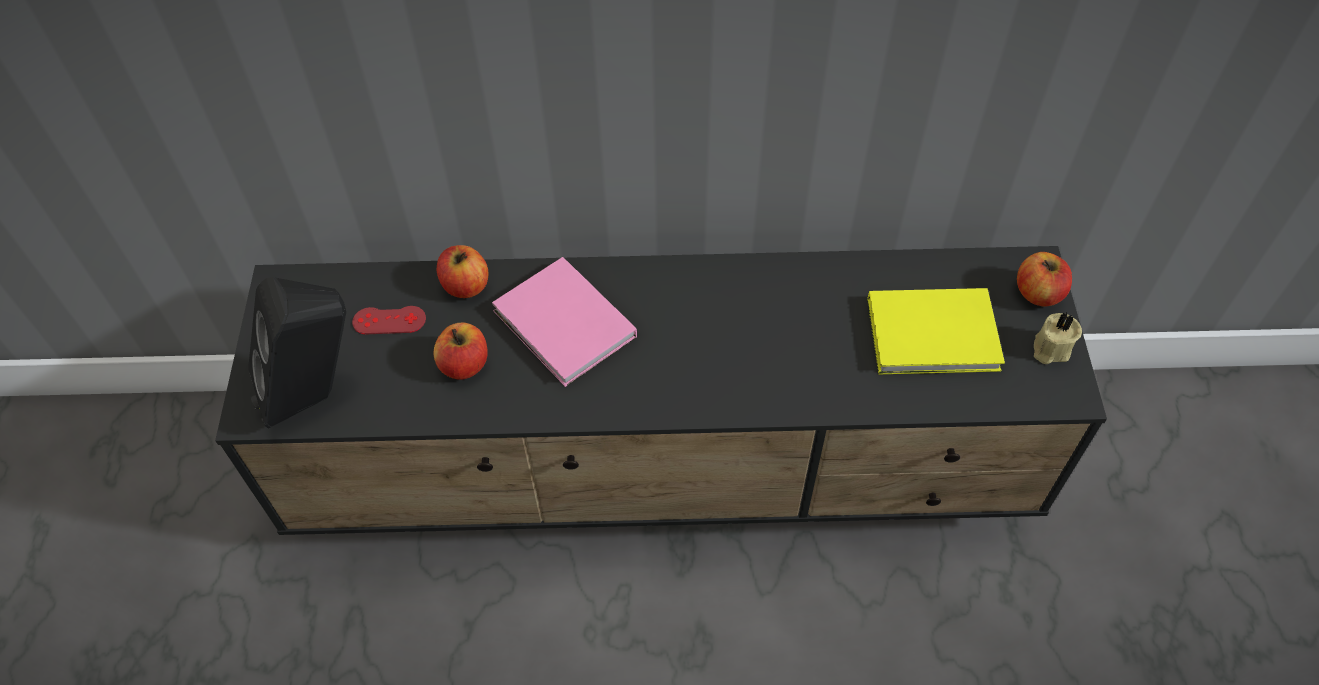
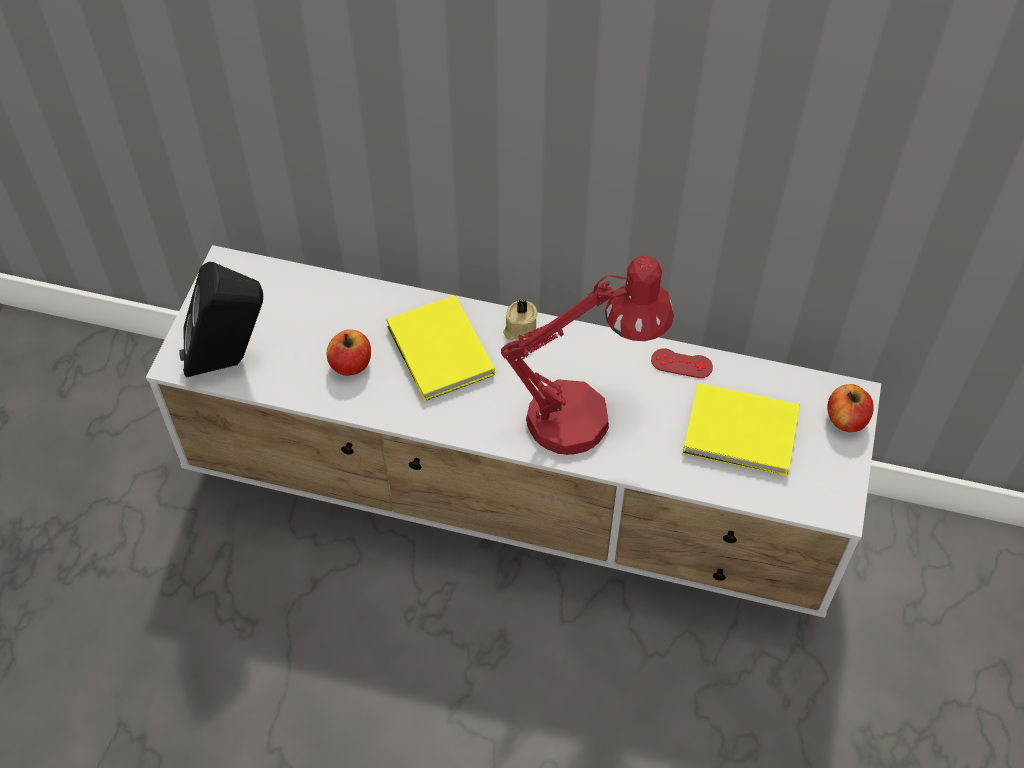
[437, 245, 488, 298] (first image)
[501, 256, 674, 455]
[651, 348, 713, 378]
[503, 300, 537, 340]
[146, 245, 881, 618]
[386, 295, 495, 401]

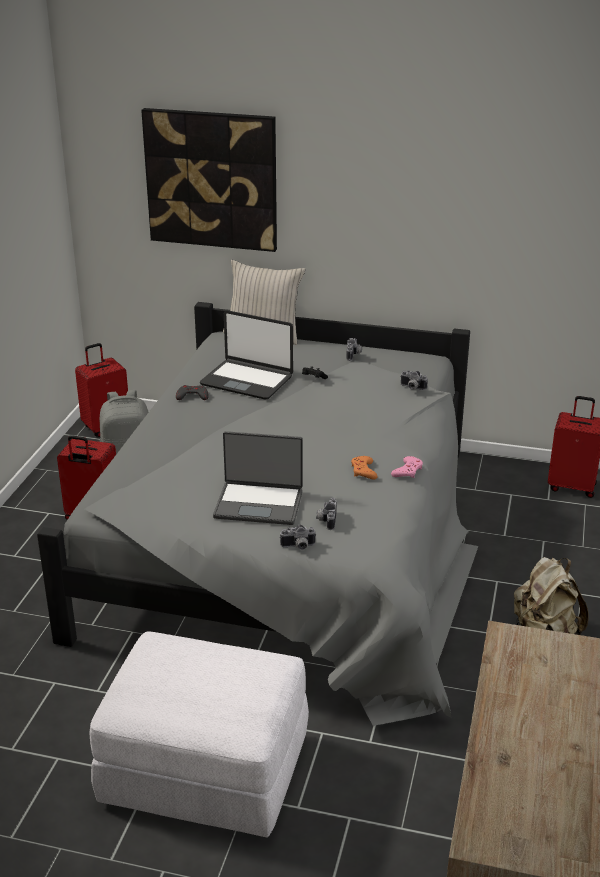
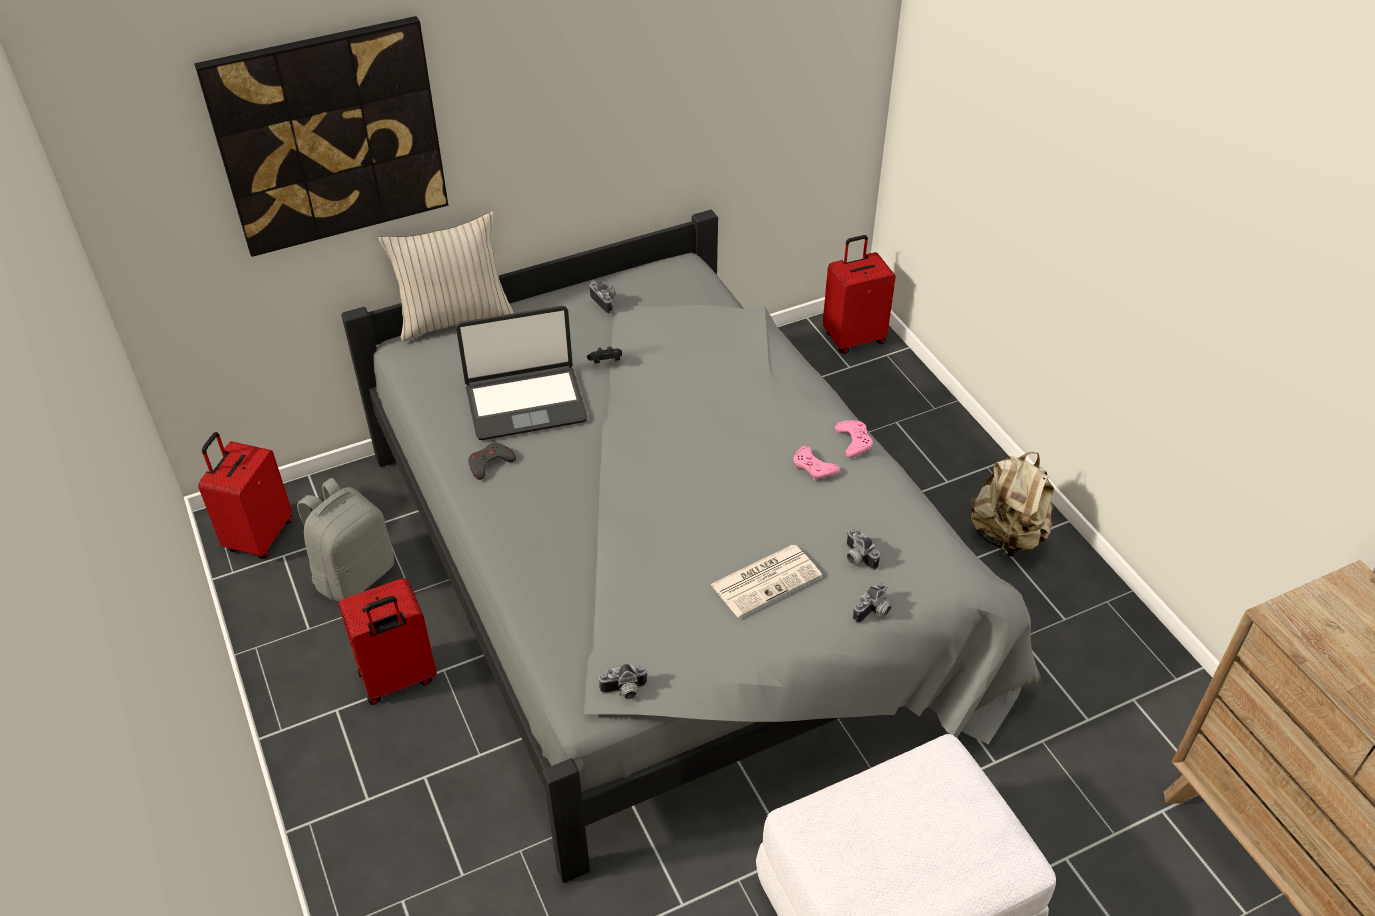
[599, 664, 648, 699]
[711, 545, 822, 618]
[793, 446, 840, 481]

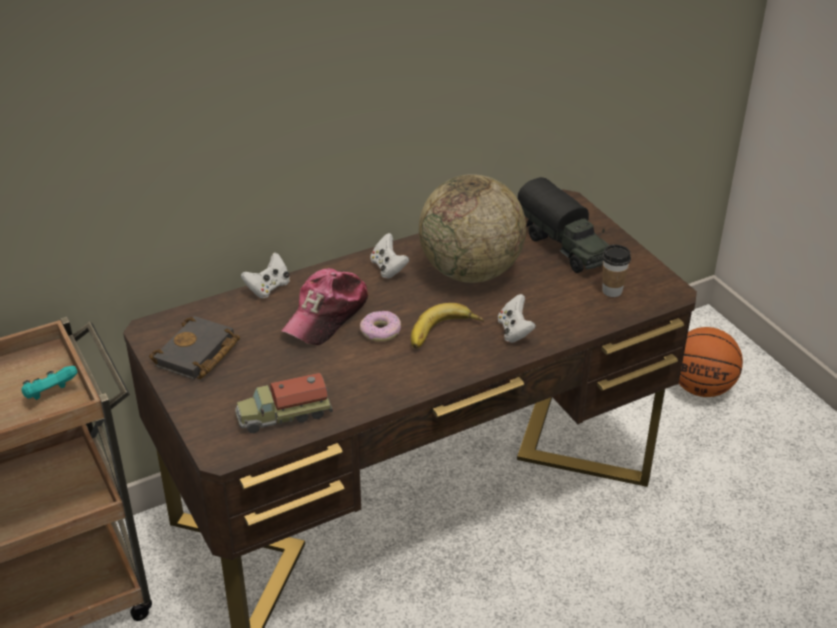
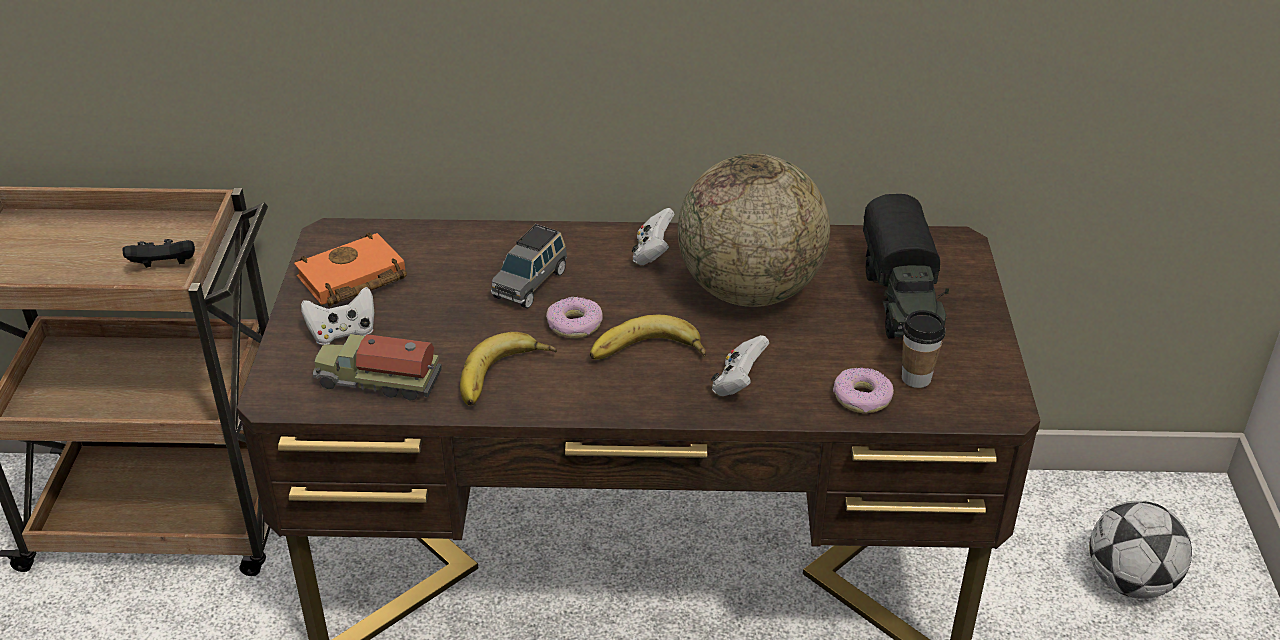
[460, 332, 557, 406]
[833, 367, 894, 413]
[301, 287, 374, 345]
[491, 224, 567, 308]
[1090, 501, 1192, 599]
[122, 239, 195, 268]
[294, 233, 407, 307]

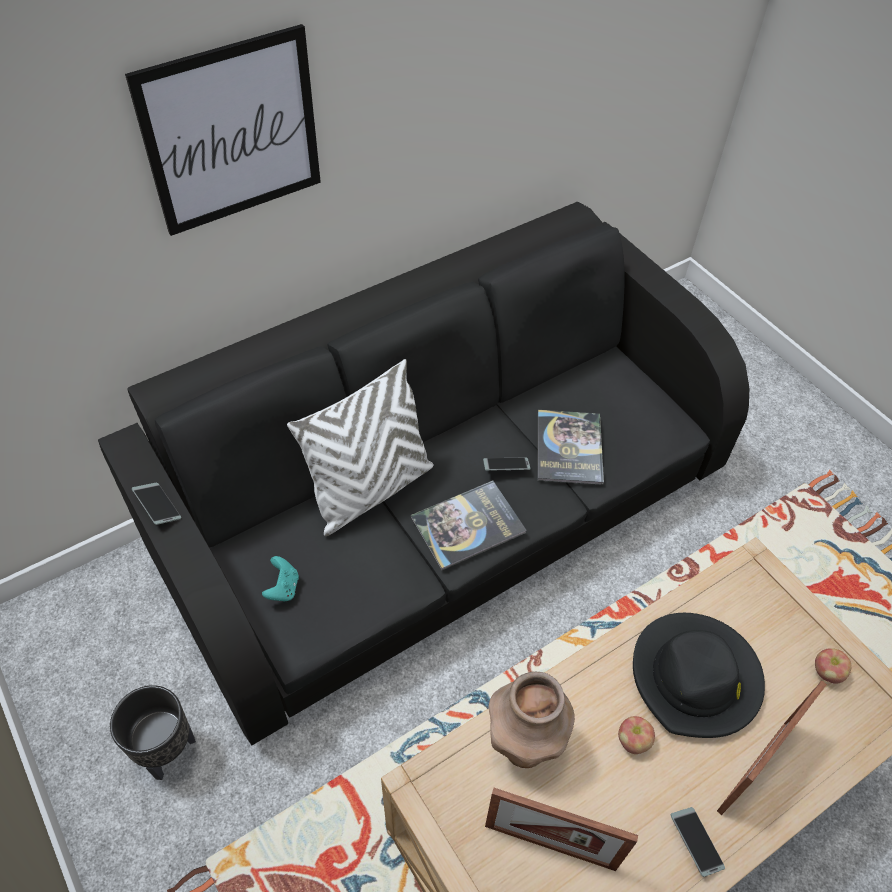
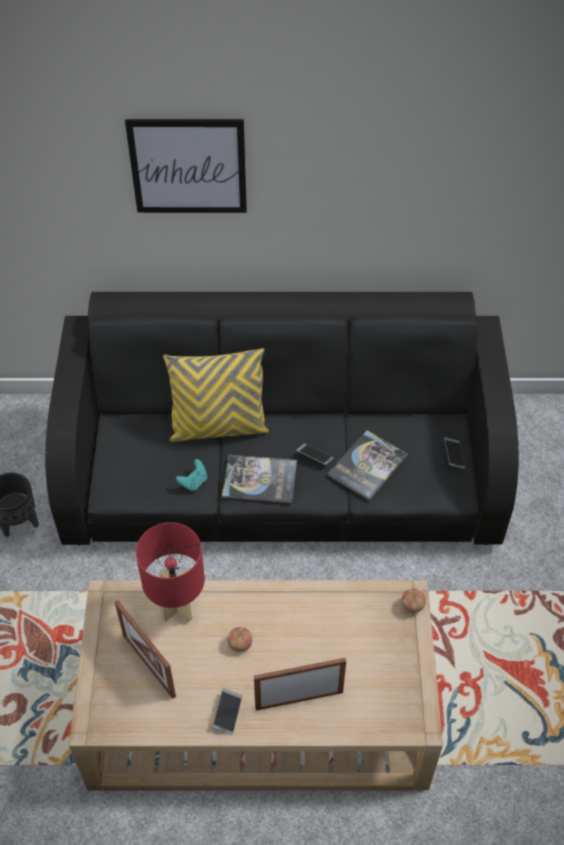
[633, 613, 765, 738] (first image)
[444, 438, 465, 469]
[176, 459, 207, 491]
[402, 589, 426, 613]
[136, 522, 205, 622]
[163, 348, 269, 442]

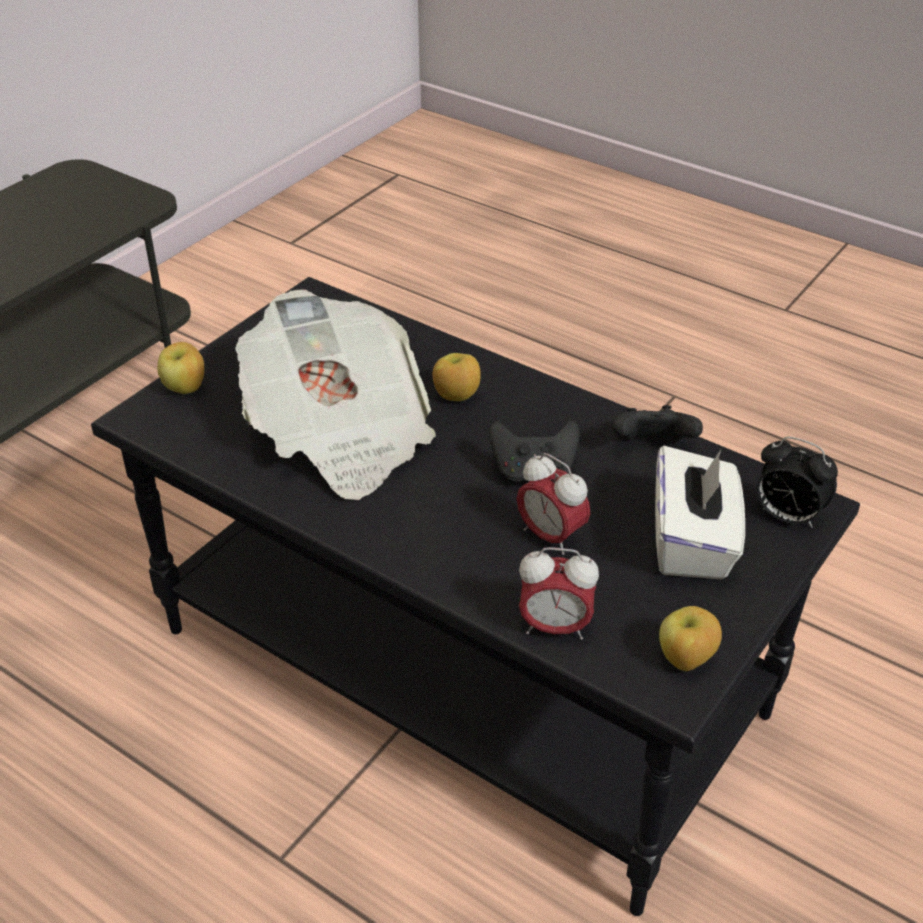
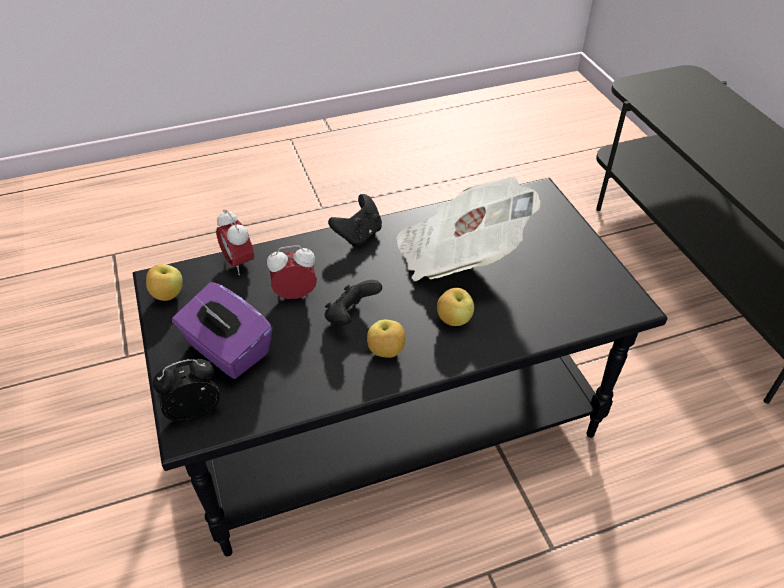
[367, 320, 405, 358]
[328, 194, 382, 247]
[172, 282, 273, 379]
[216, 209, 254, 275]

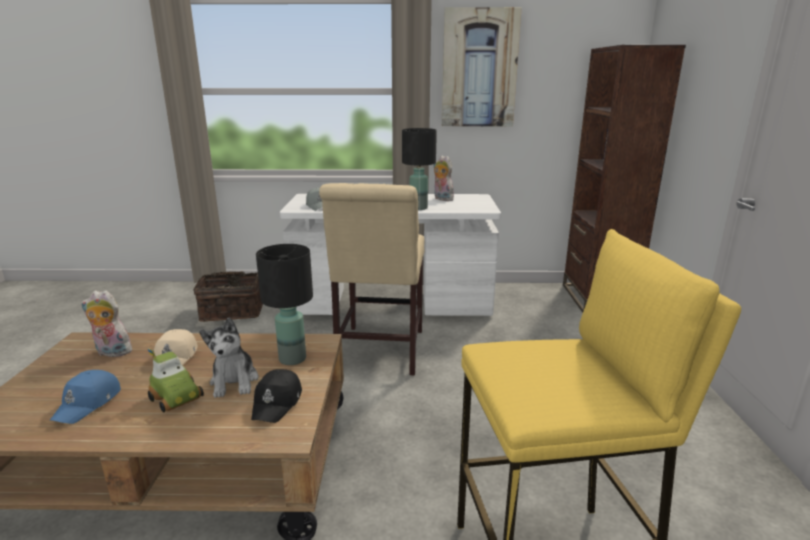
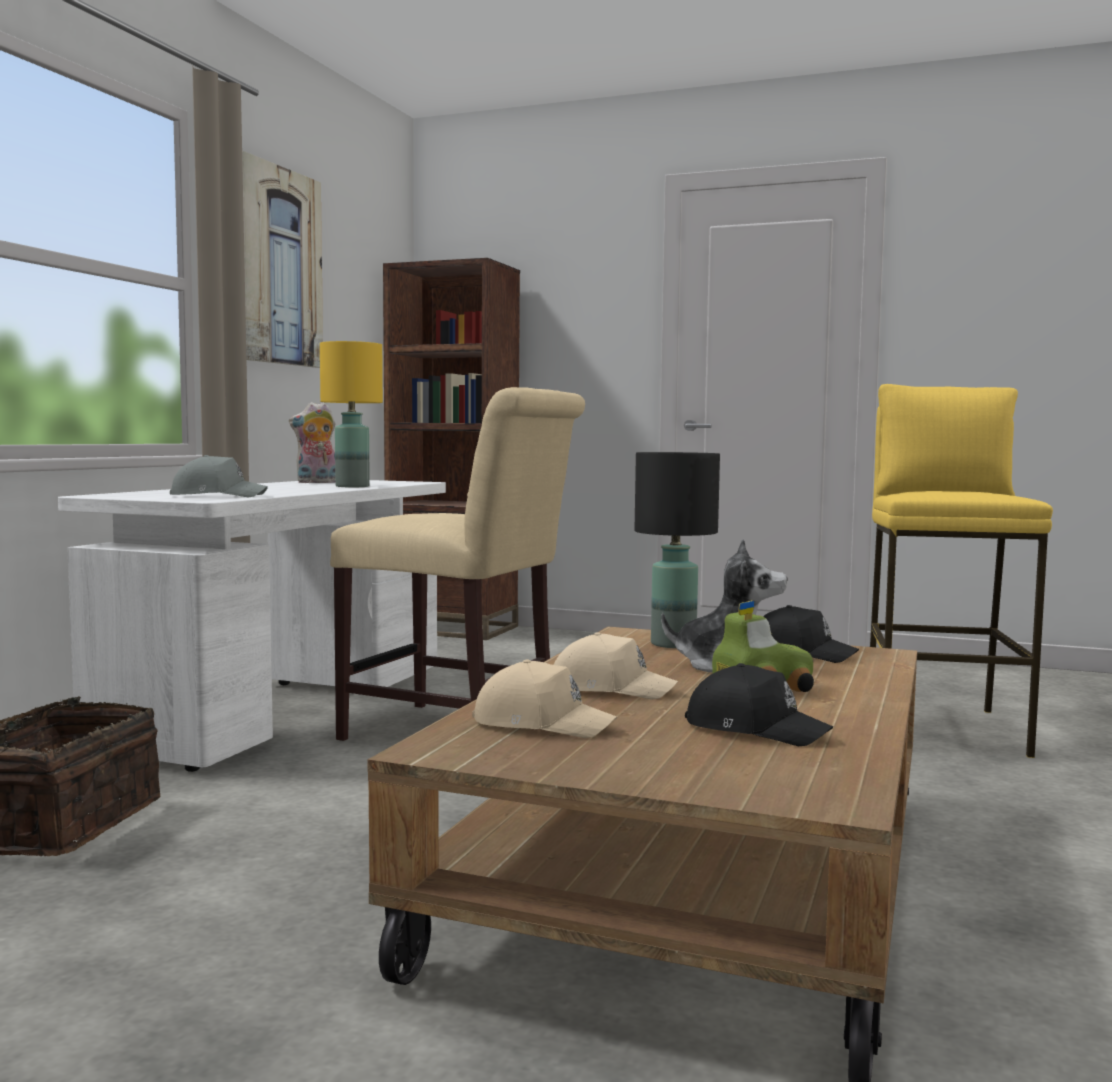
[472, 660, 617, 738]
[685, 663, 833, 746]
[320, 341, 383, 487]

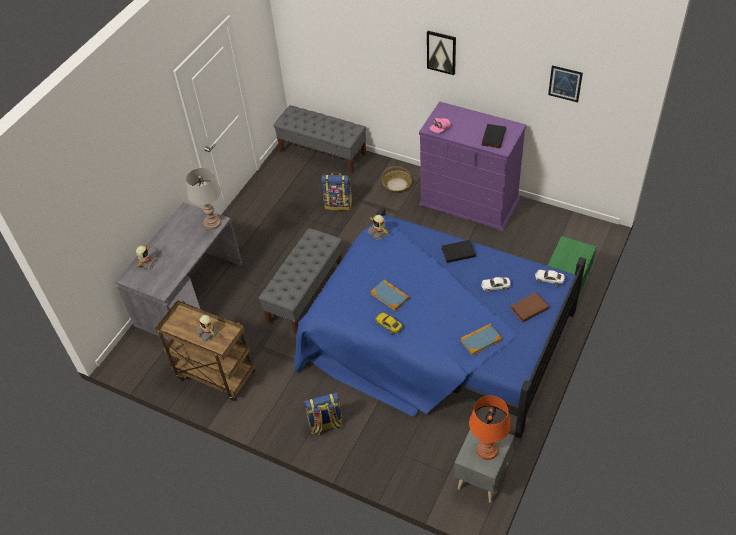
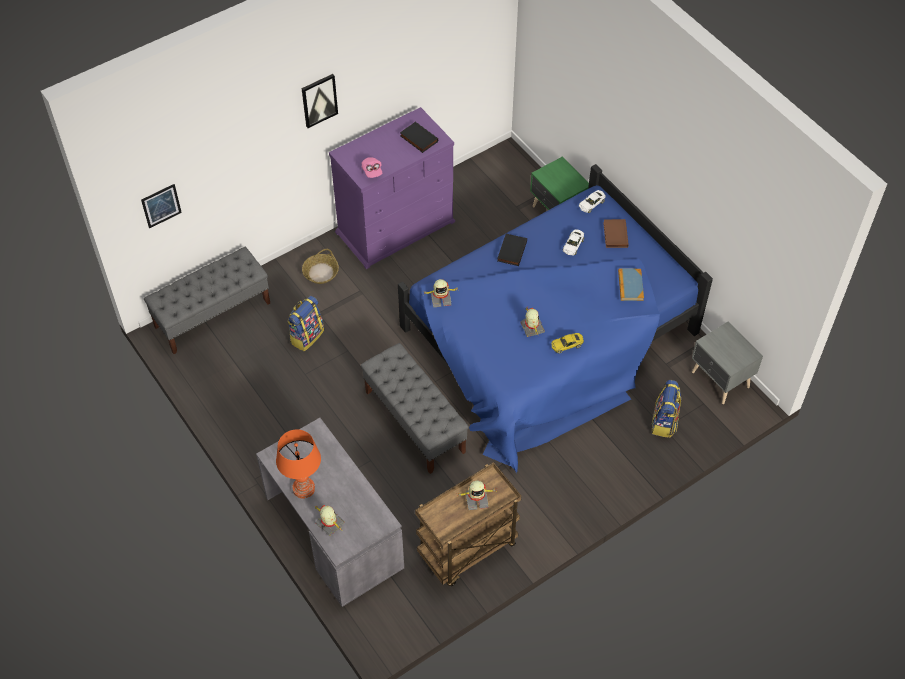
[186, 168, 221, 230] (first image)
[652, 380, 681, 438]
[276, 429, 321, 499]
[141, 184, 182, 228]
[520, 306, 545, 337]

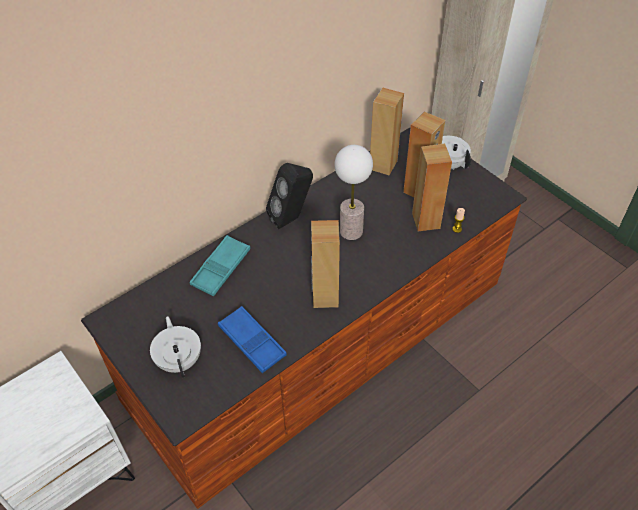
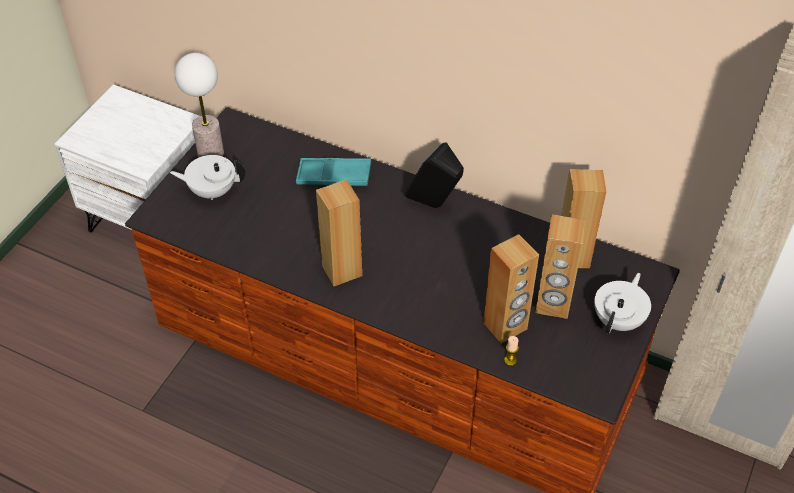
[218, 306, 287, 373] (first image)
[175, 53, 224, 157]
[170, 155, 245, 200]

